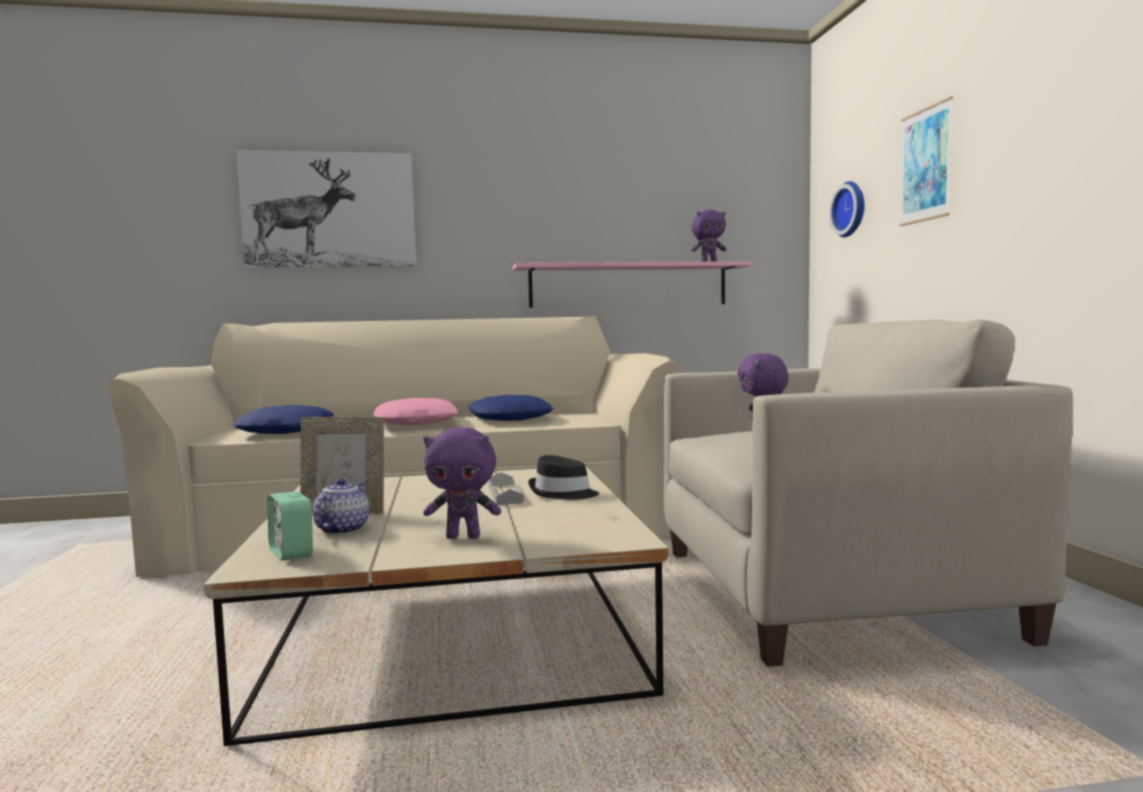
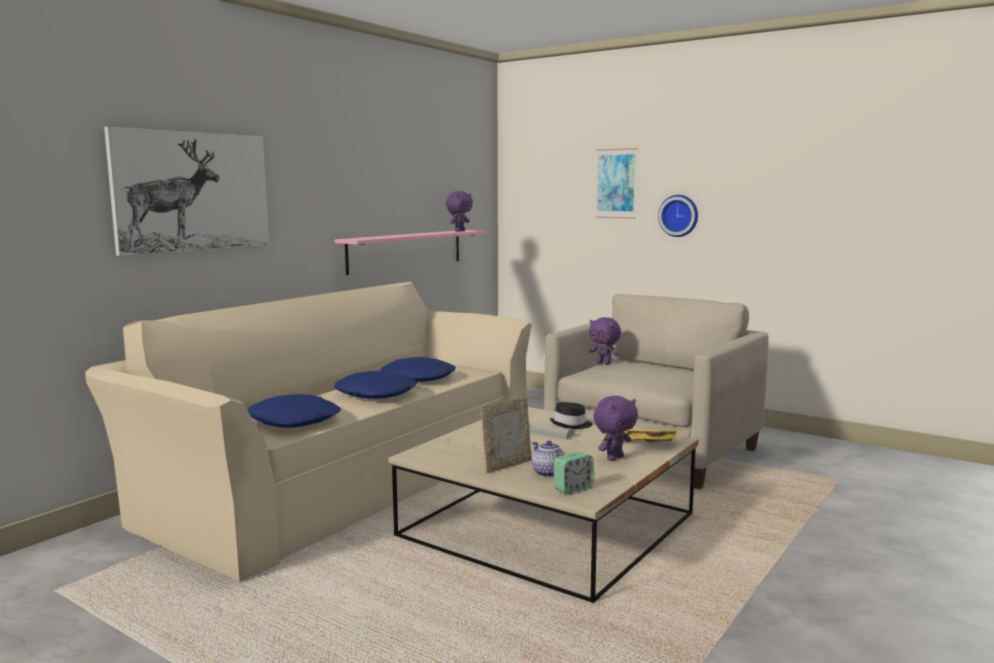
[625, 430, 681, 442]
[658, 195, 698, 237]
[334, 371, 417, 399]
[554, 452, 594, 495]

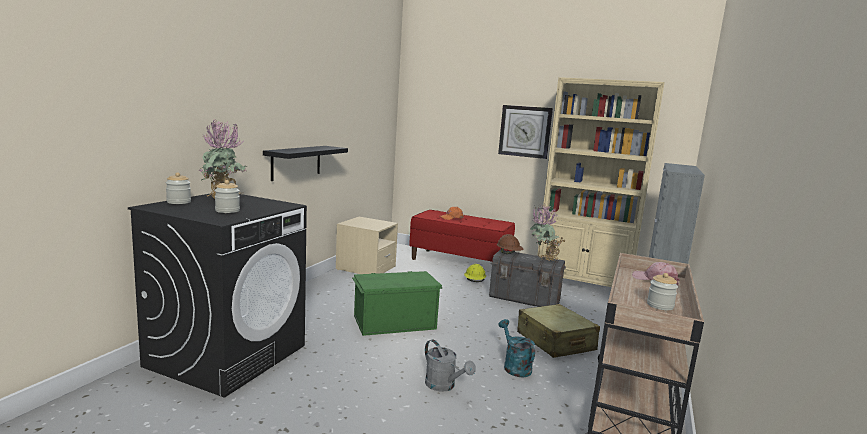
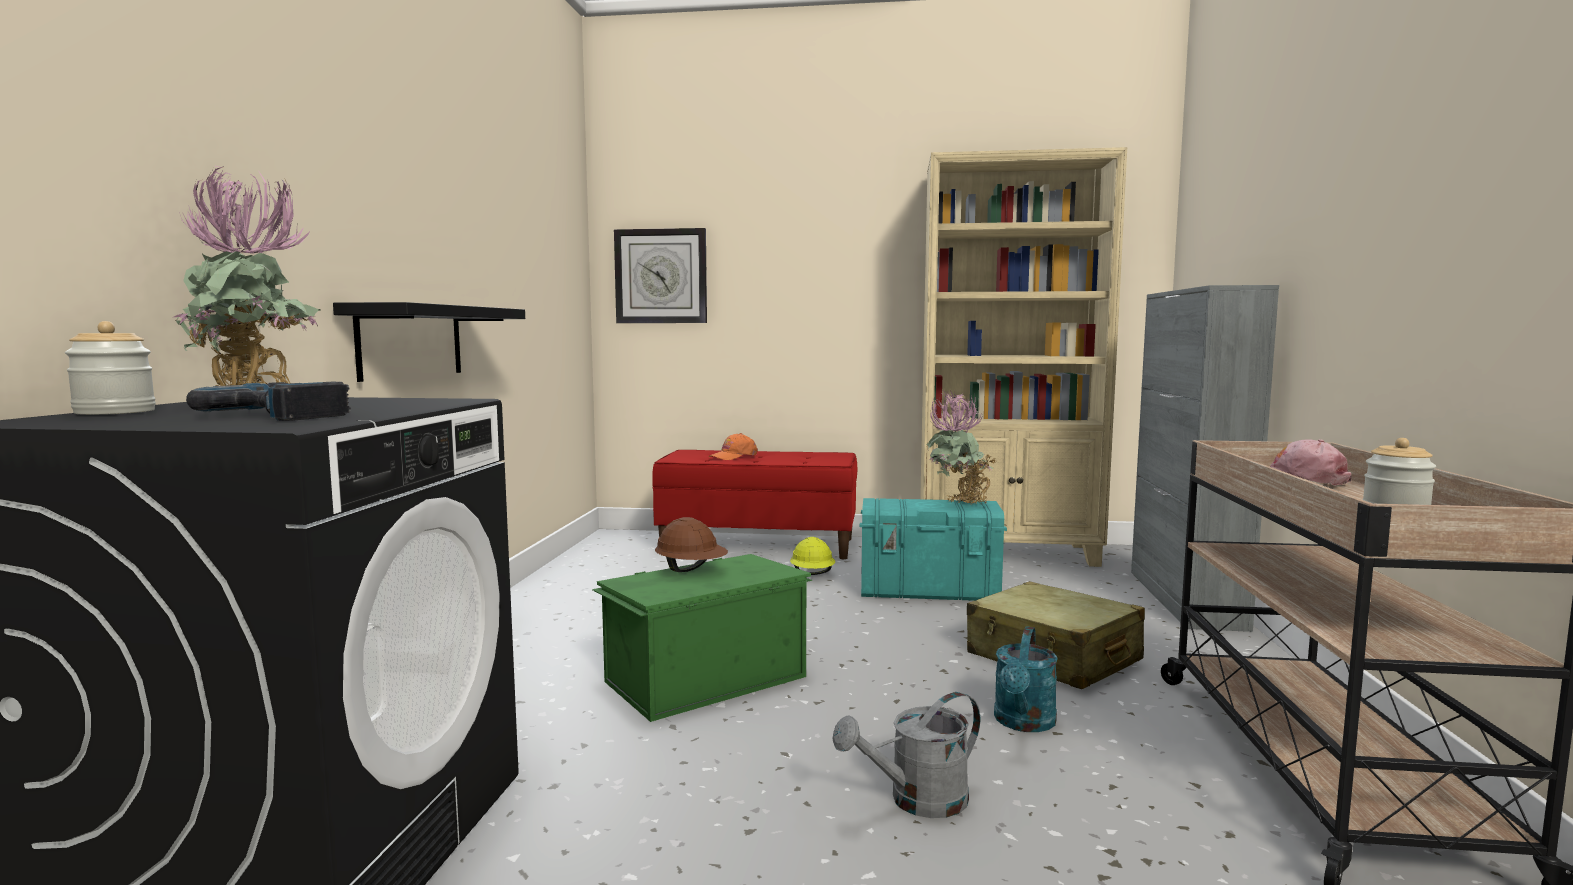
[336, 217, 398, 274] (first image)
[655, 517, 728, 572]
[614, 228, 707, 323]
[186, 382, 351, 421]
[860, 498, 1007, 601]
[832, 692, 980, 818]
[994, 626, 1058, 732]

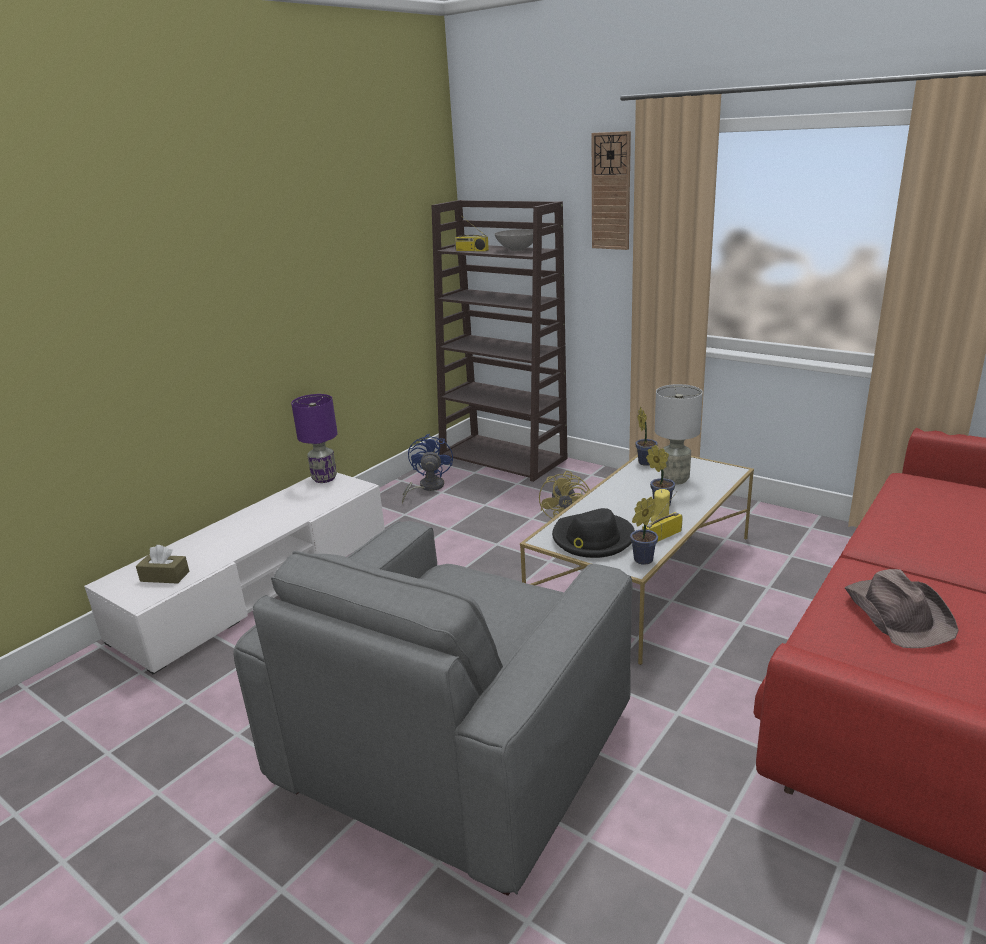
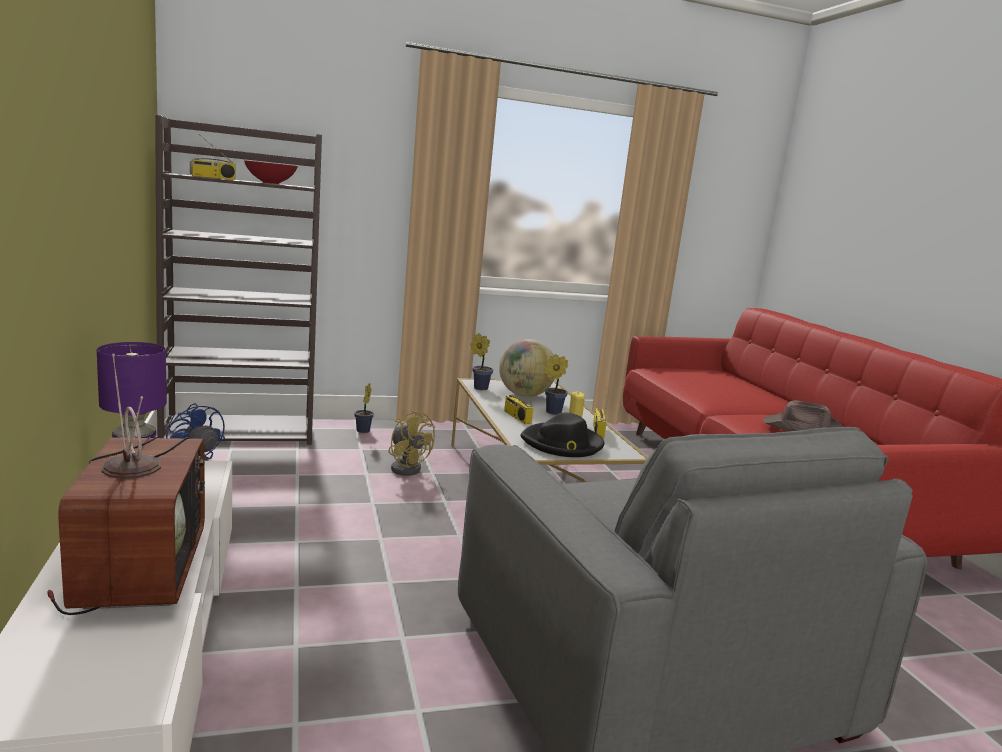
[136, 545, 190, 584] (first image)
[592, 131, 631, 250] (first image)
[47, 354, 205, 615]
[504, 373, 533, 424]
[354, 383, 374, 433]
[499, 339, 555, 397]
[244, 160, 298, 184]

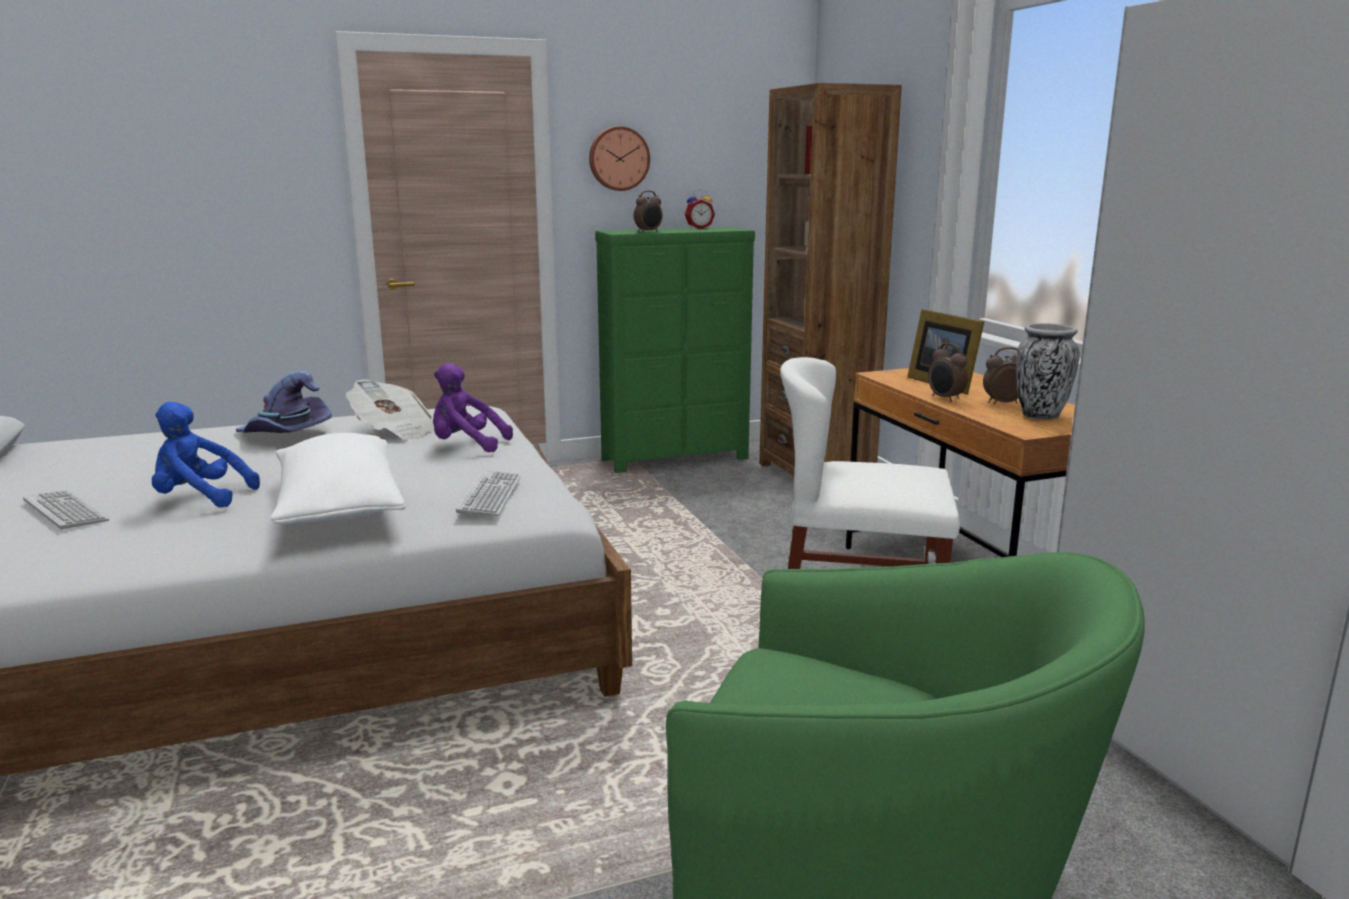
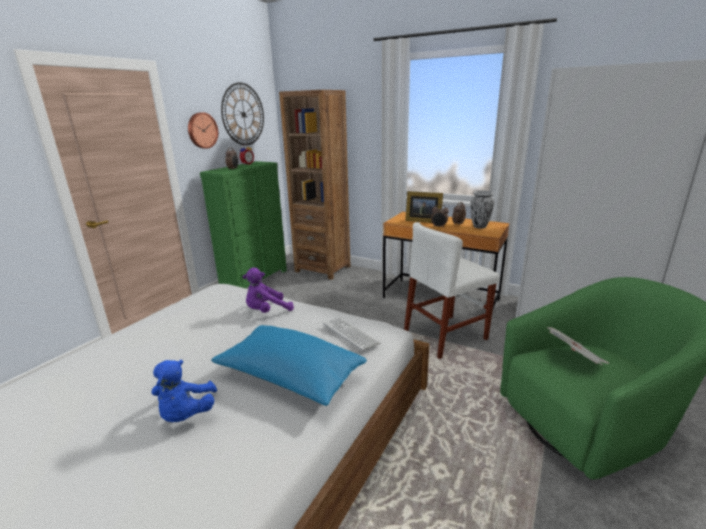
[23, 490, 109, 530] (first image)
[236, 371, 332, 433] (first image)
[221, 82, 264, 145]
[547, 327, 610, 365]
[211, 325, 367, 406]
[151, 360, 217, 422]

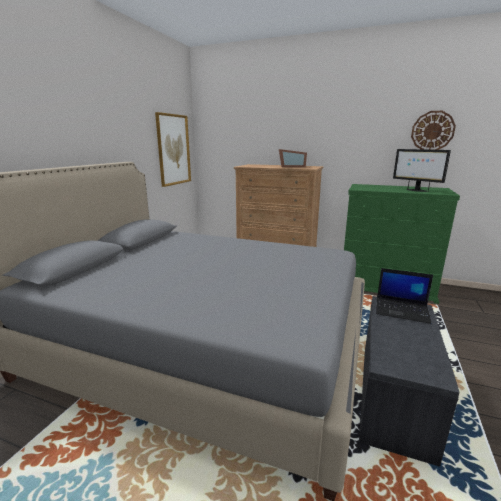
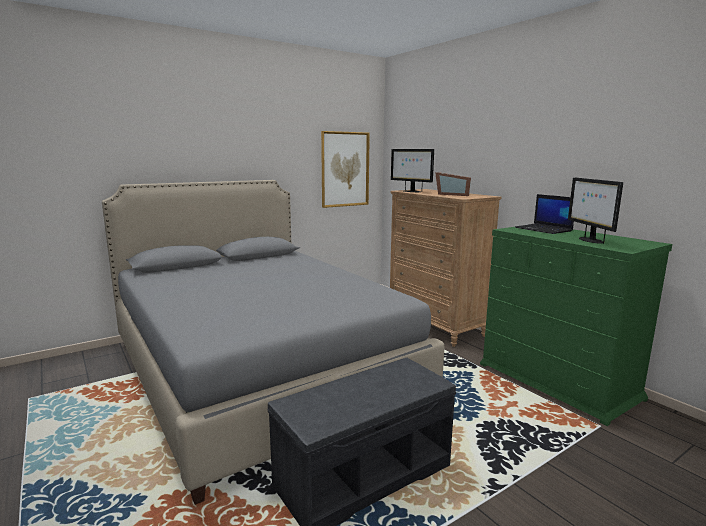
[411, 111, 456, 150] (first image)
[391, 149, 434, 192]
[515, 194, 574, 234]

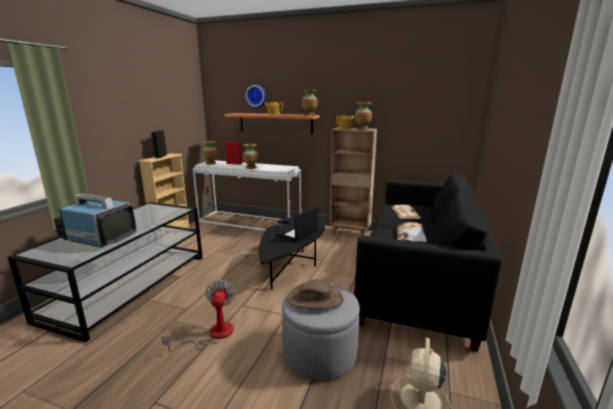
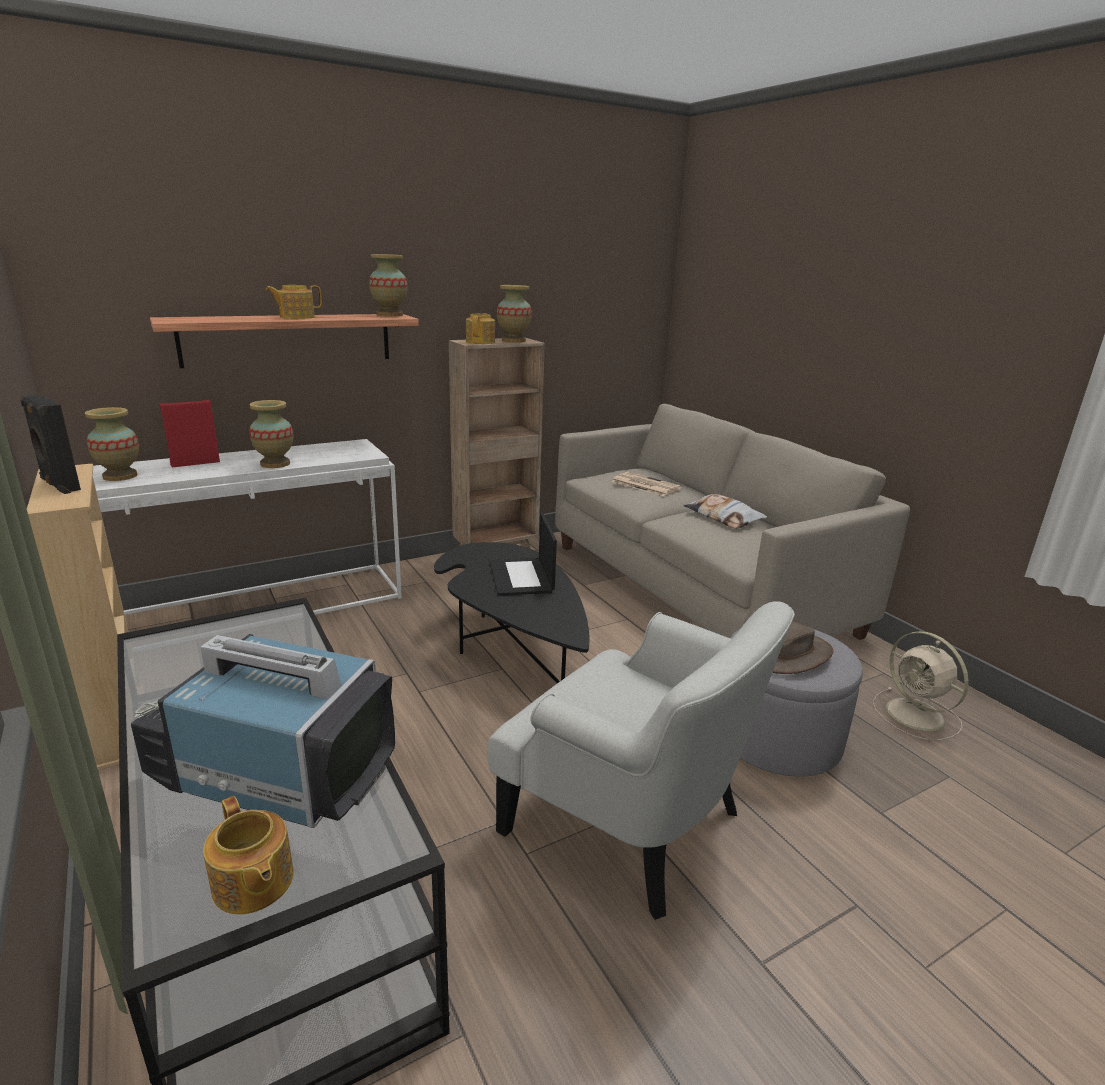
[246, 84, 266, 108] (first image)
[203, 796, 294, 915]
[487, 601, 795, 920]
[555, 404, 910, 640]
[131, 634, 395, 828]

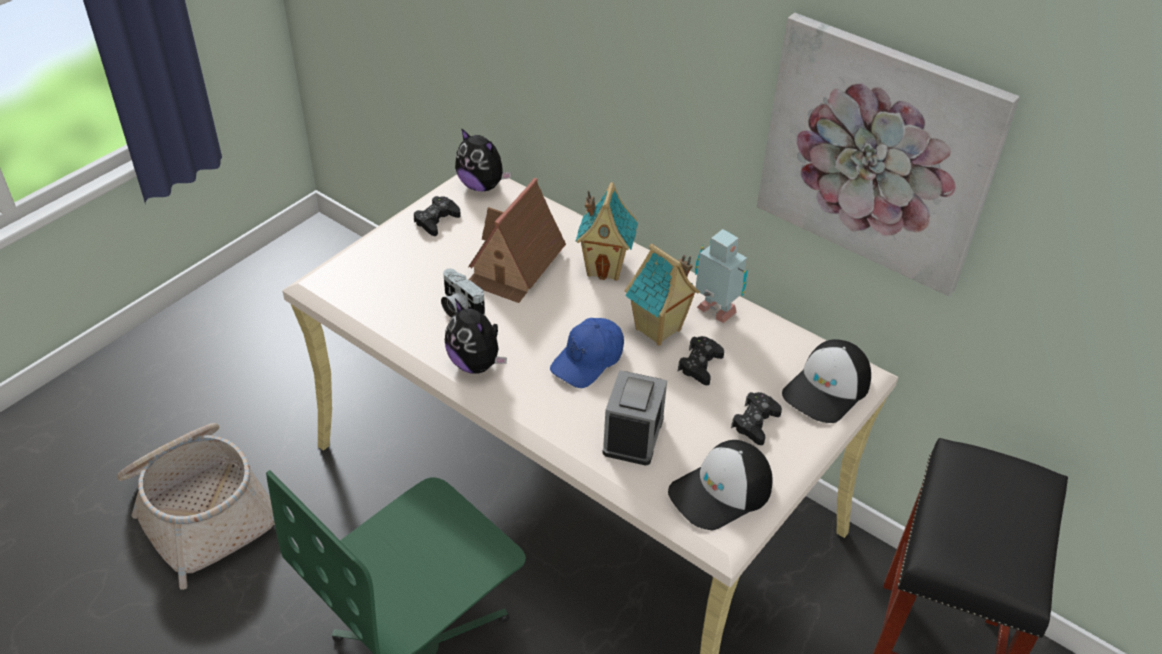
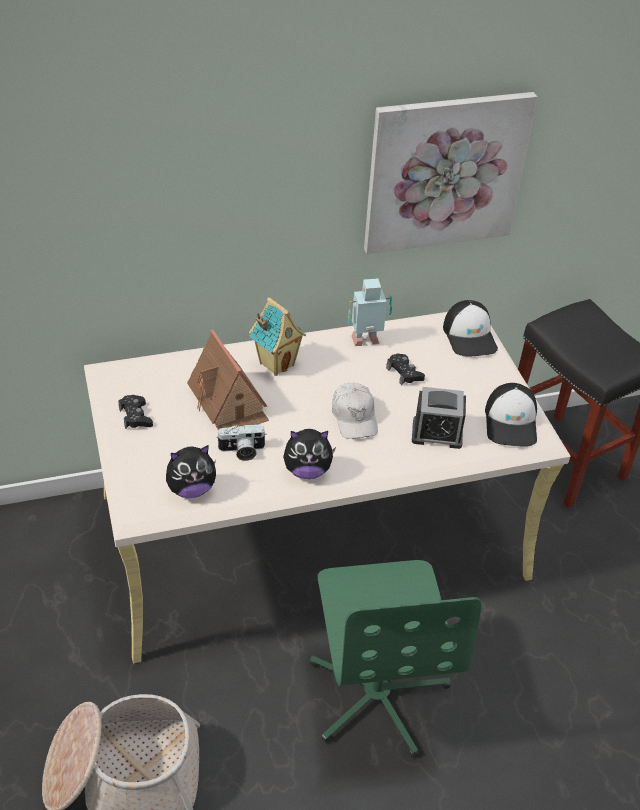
[625, 244, 700, 345] (first image)
[731, 392, 782, 445] (first image)
[166, 445, 216, 498]
[332, 383, 378, 439]
[412, 387, 466, 449]

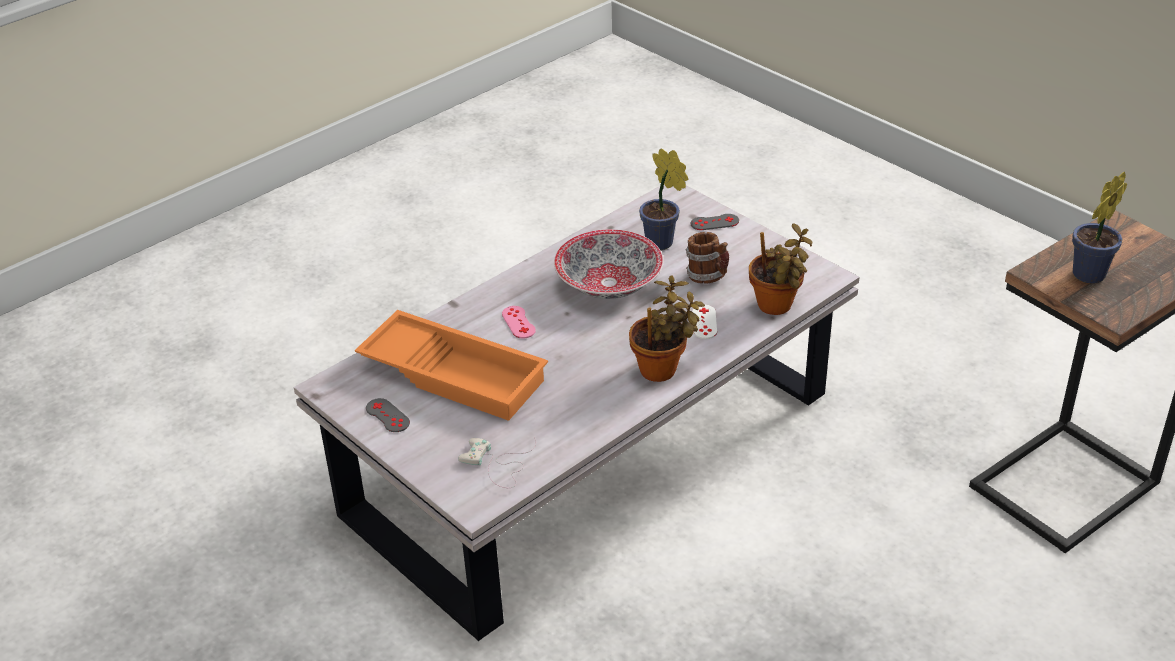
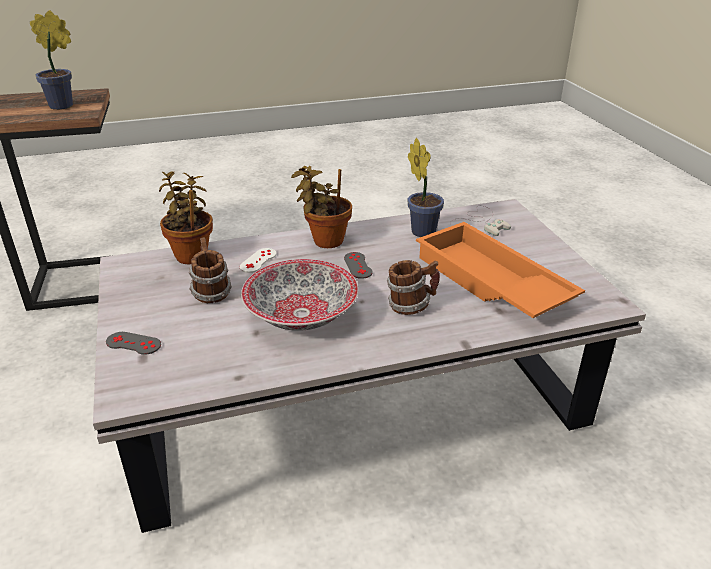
[344, 252, 373, 279]
[407, 138, 444, 237]
[387, 260, 440, 315]

